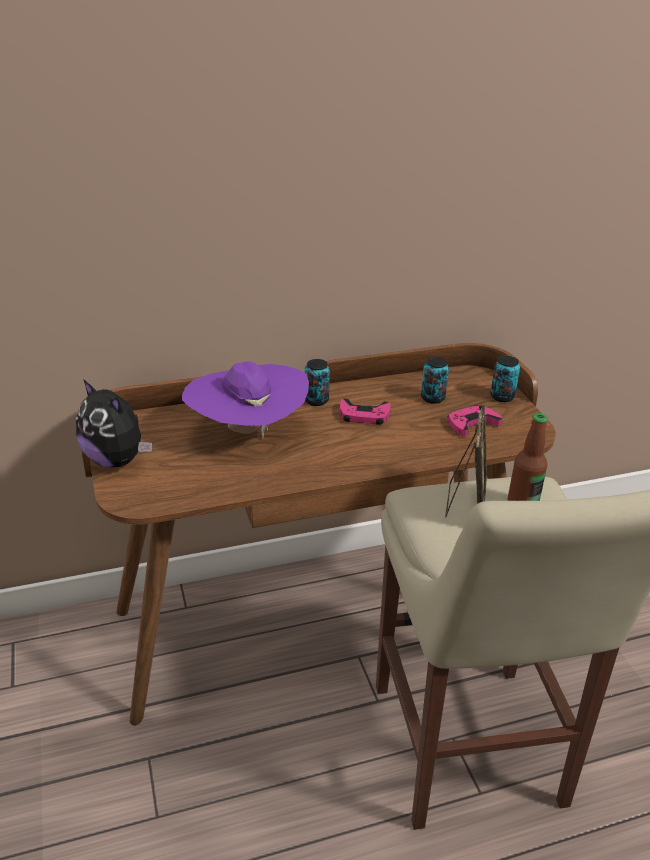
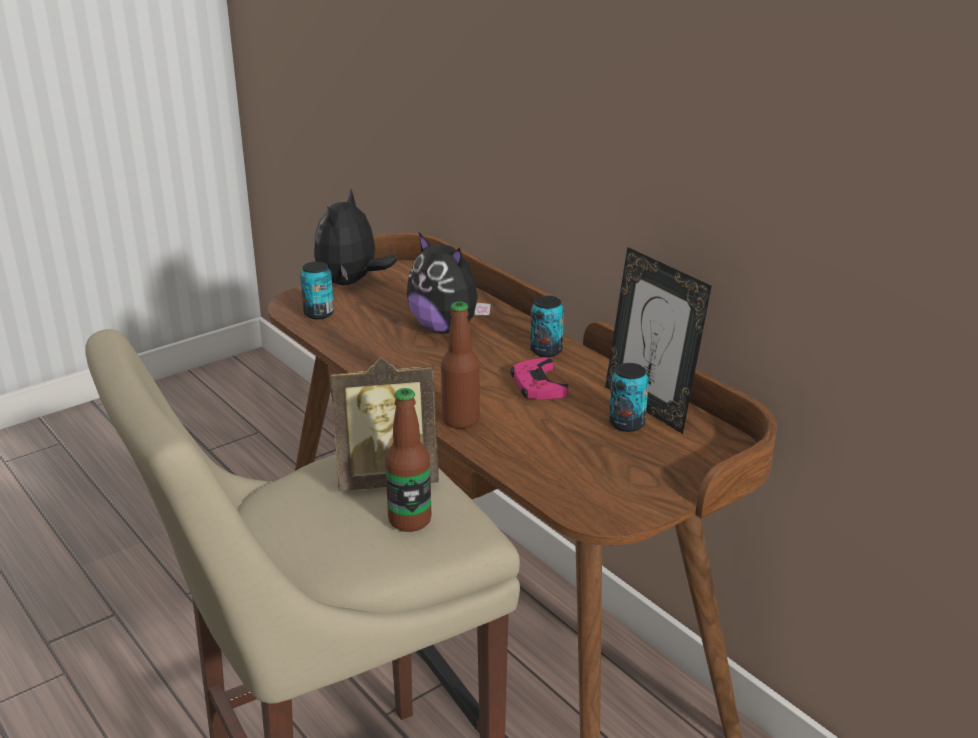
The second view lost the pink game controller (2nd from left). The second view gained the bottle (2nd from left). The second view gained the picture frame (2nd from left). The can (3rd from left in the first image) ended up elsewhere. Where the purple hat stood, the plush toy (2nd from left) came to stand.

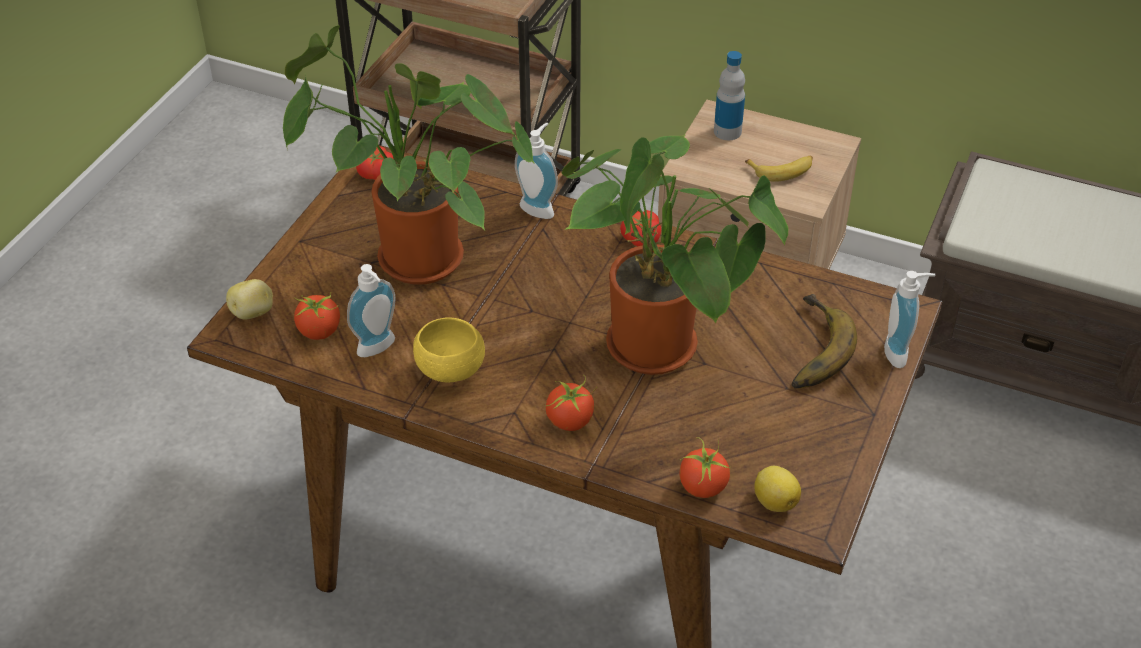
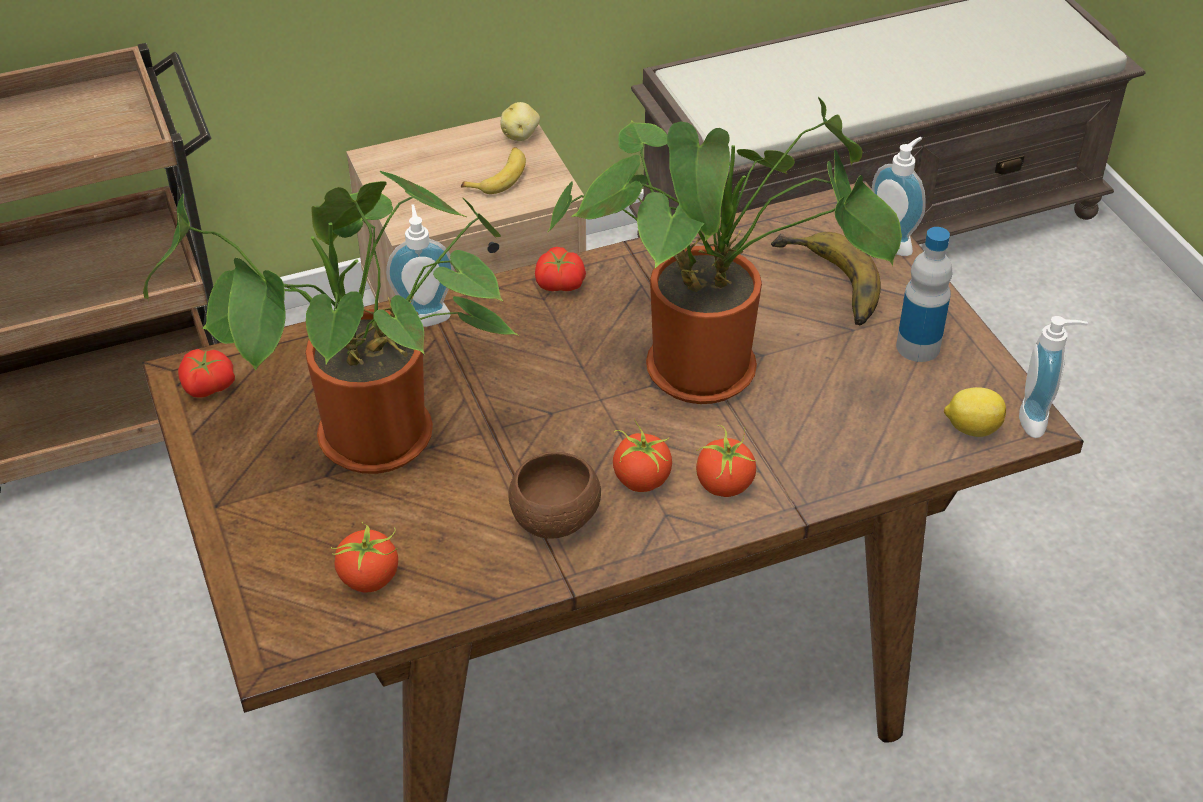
The potato ended up elsewhere. The soap dispenser (1st from left in the first image) ended up elsewhere. The tomato (5th from left in the first image) ended up elsewhere. The bottle ended up elsewhere. What was the yellow bowl turned into the brown bowl.

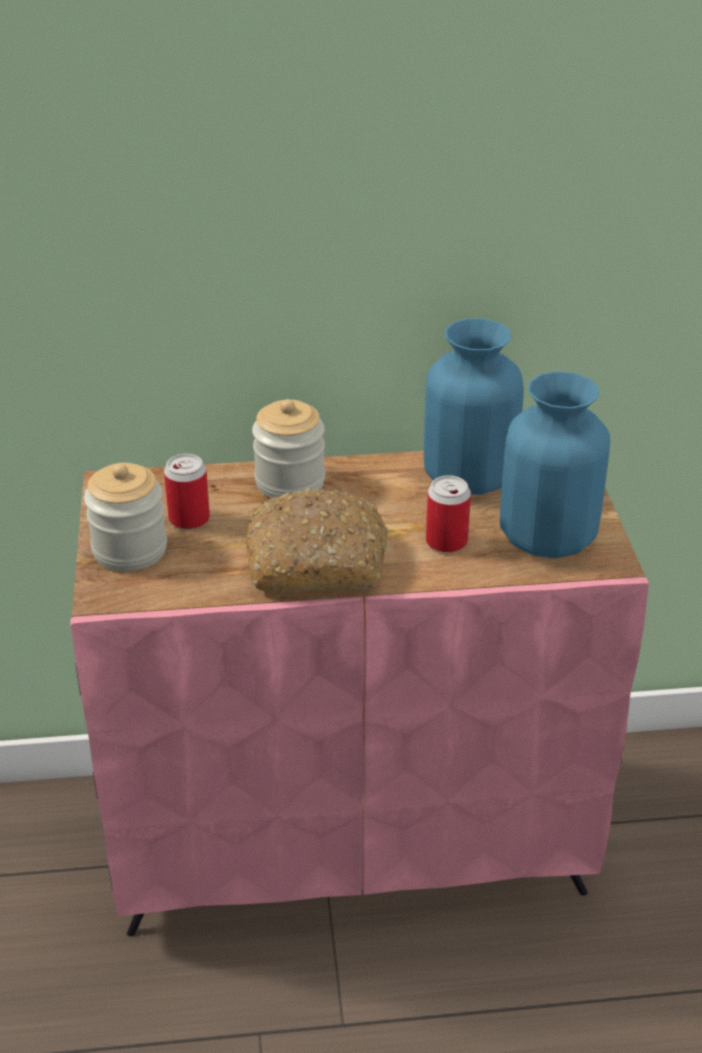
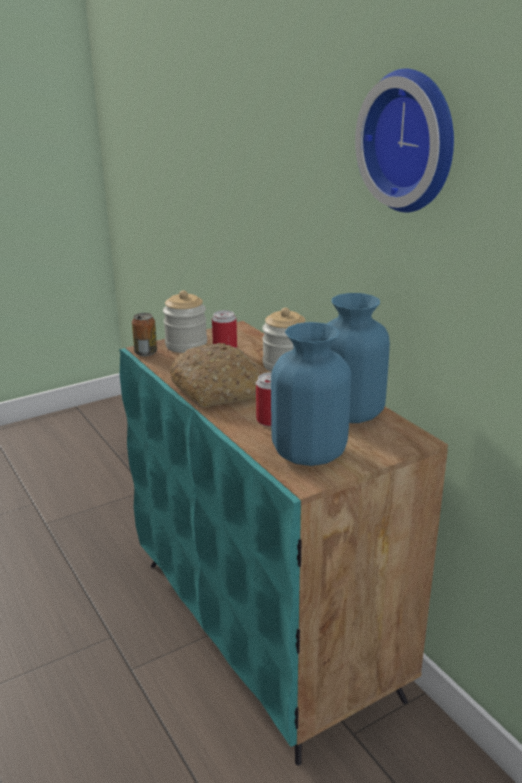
The second view gained the can (1st from left). The second view gained the wall clock. What was the pink cabinet turned into the turquoise cabinet.

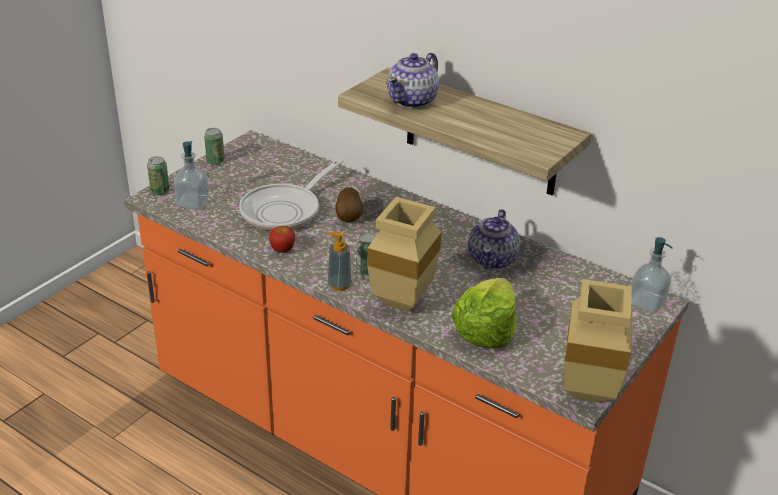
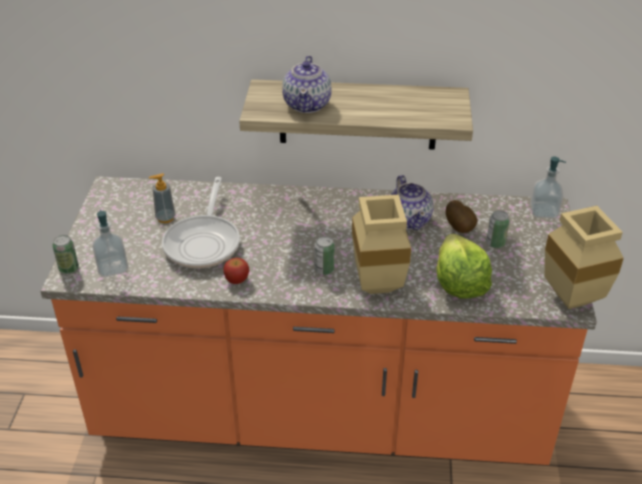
The can (2nd from left in the first image) ended up elsewhere. The soap dispenser (2nd from left) ended up elsewhere. The potato ended up elsewhere.

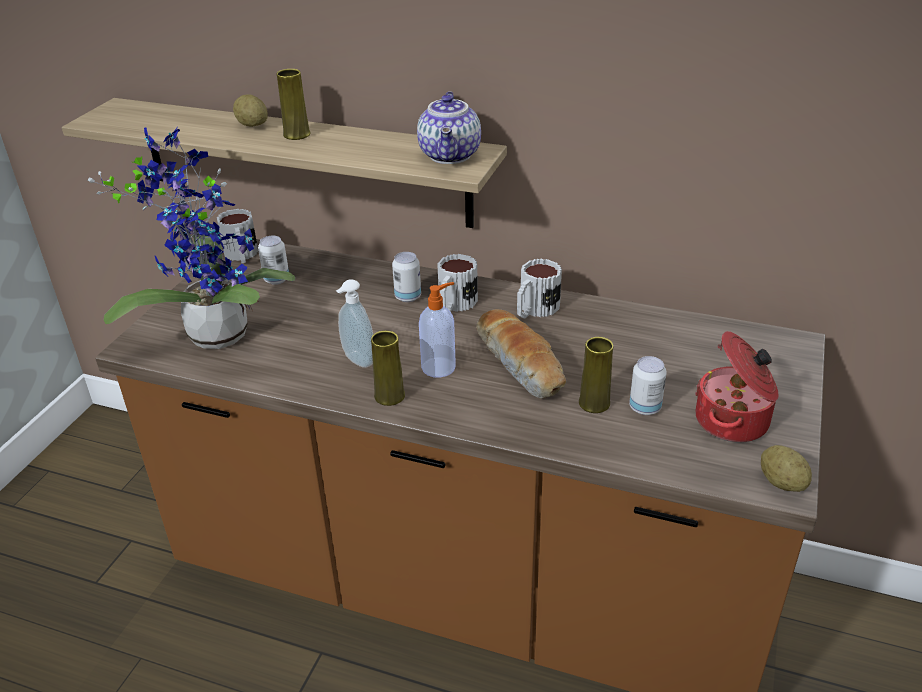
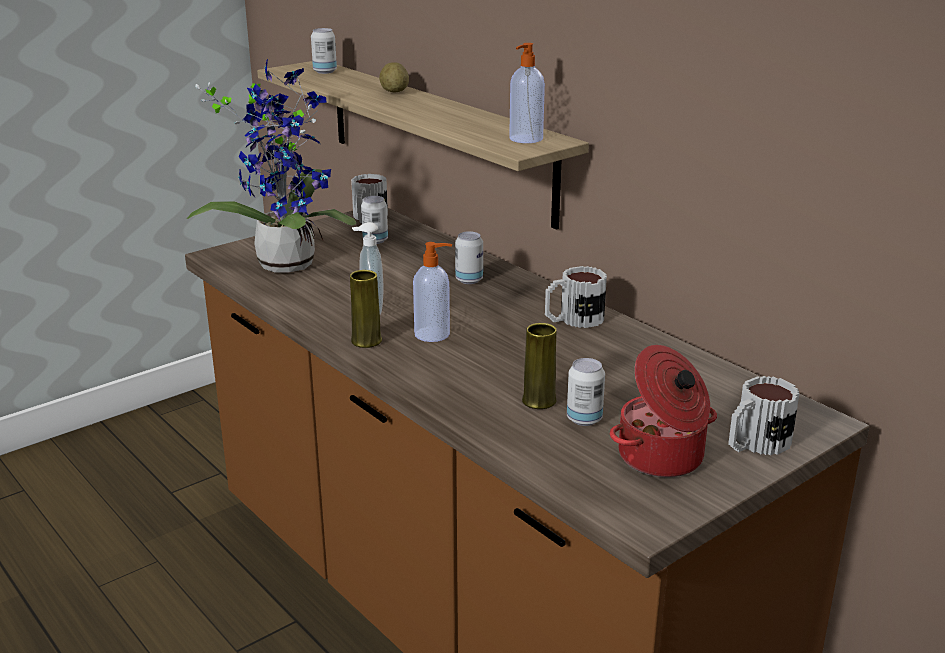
The second view lost the yellow vase (1st from left). The second view lost the bread. The second view lost the potato (2nd from left). The second view gained the can (1st from left). The mug (2nd from left in the first image) ended up elsewhere. Where the teapot stood, the soap dispenser (3rd from left) came to stand.

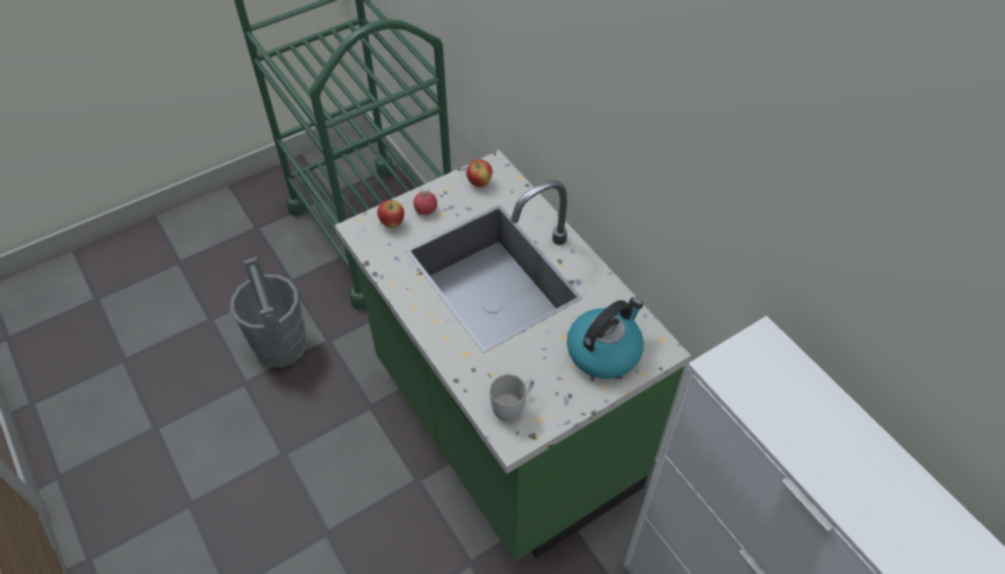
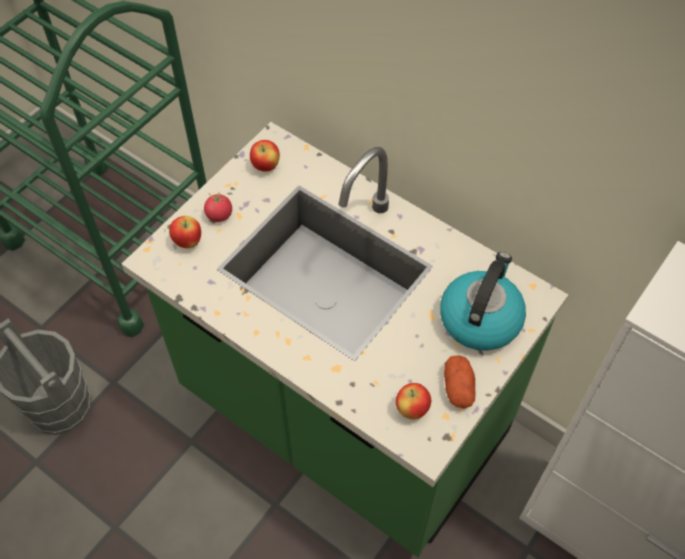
The second view gained the potato. Where the white mug stood, the apple (3rd from left) came to stand.

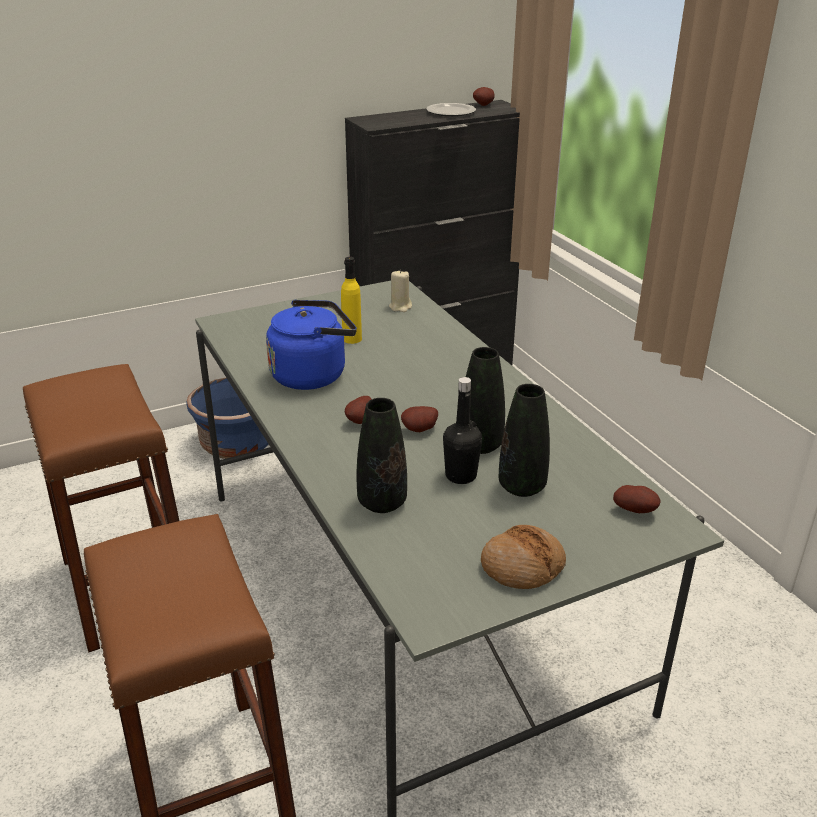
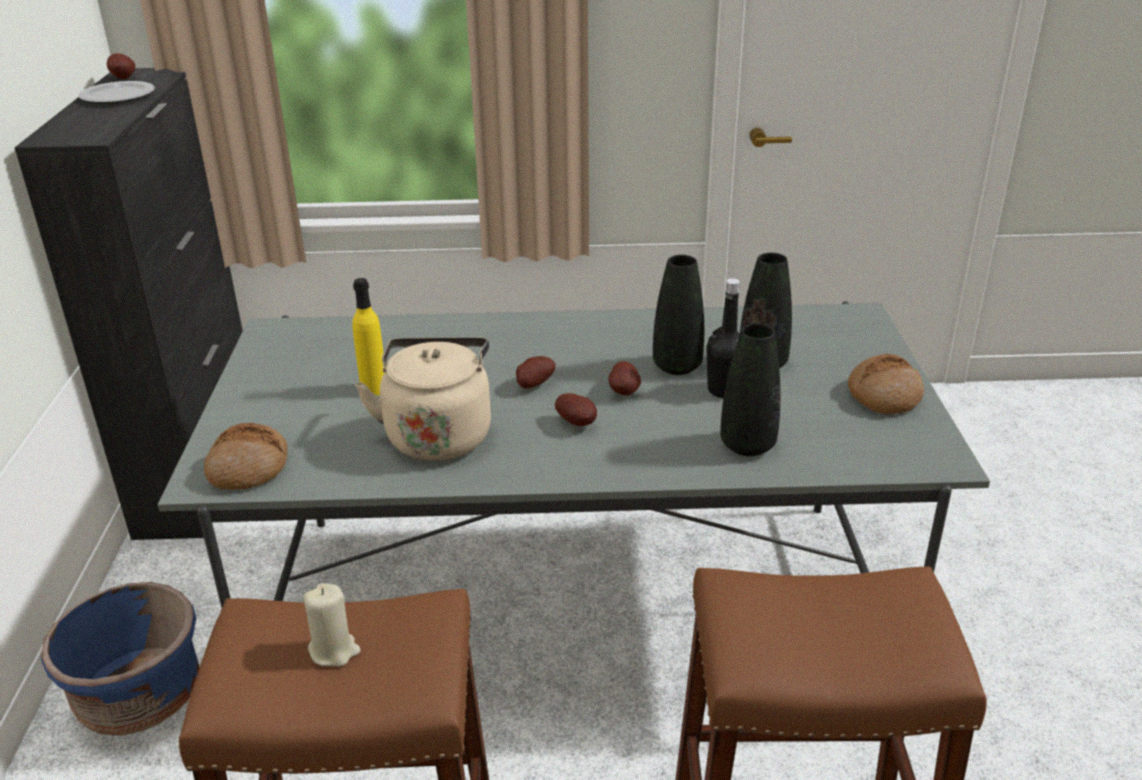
The second view gained the bread (1st from left). The beige candle ended up elsewhere. The potato (4th from left in the first image) ended up elsewhere. What was the blue kettle turned into the beige kettle.

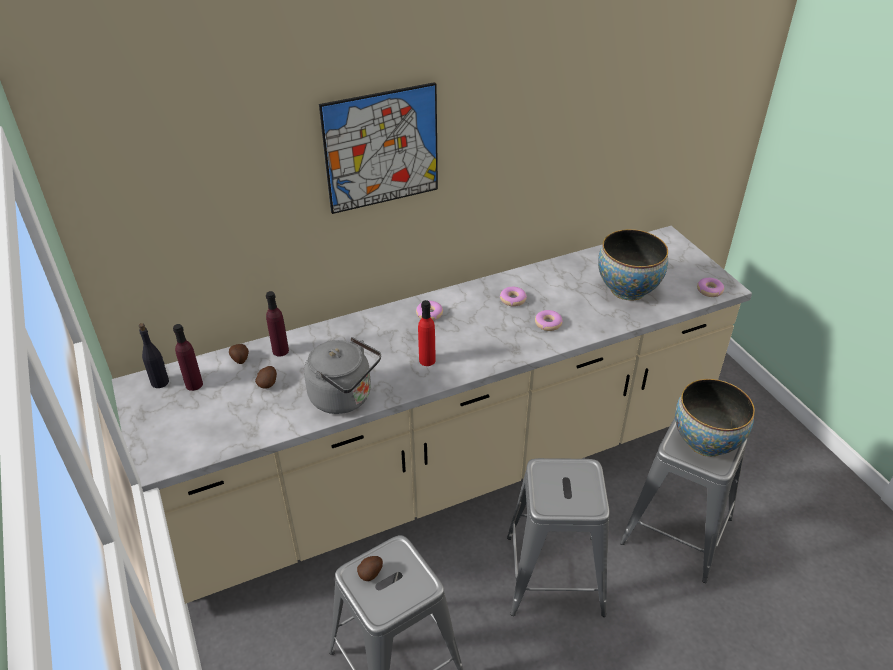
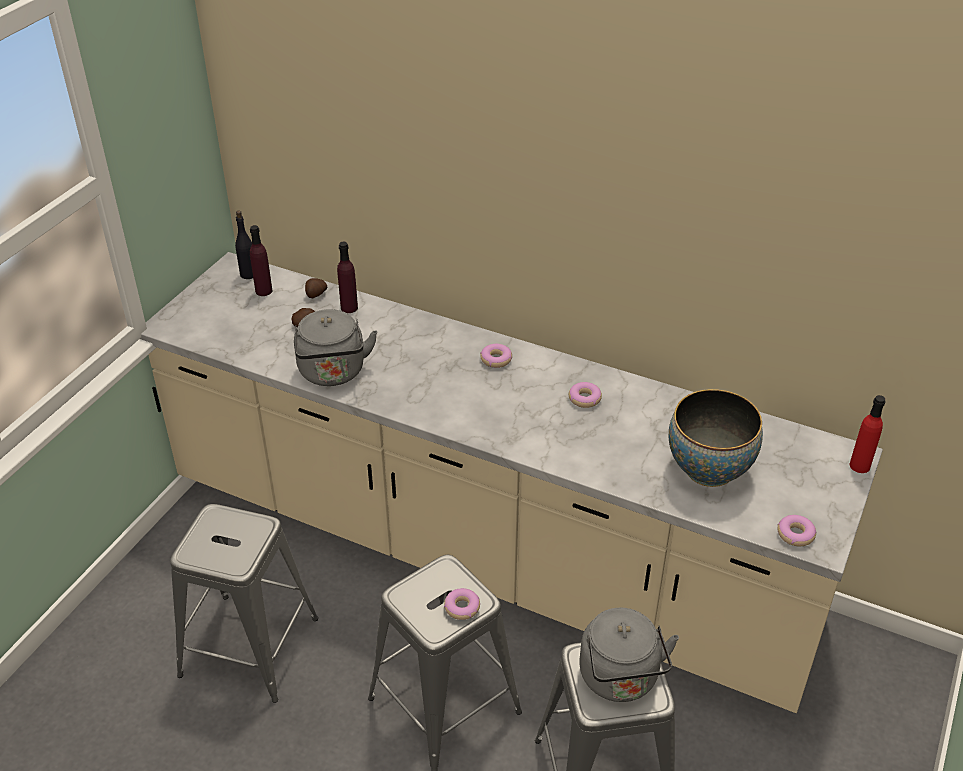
The second view lost the picture. The second view lost the potato (3rd from left). The red bottle ended up elsewhere. The donut (3rd from left in the first image) ended up elsewhere. Where the bowl (2nd from left) stood, the grey kettle (2nd from left) came to stand.

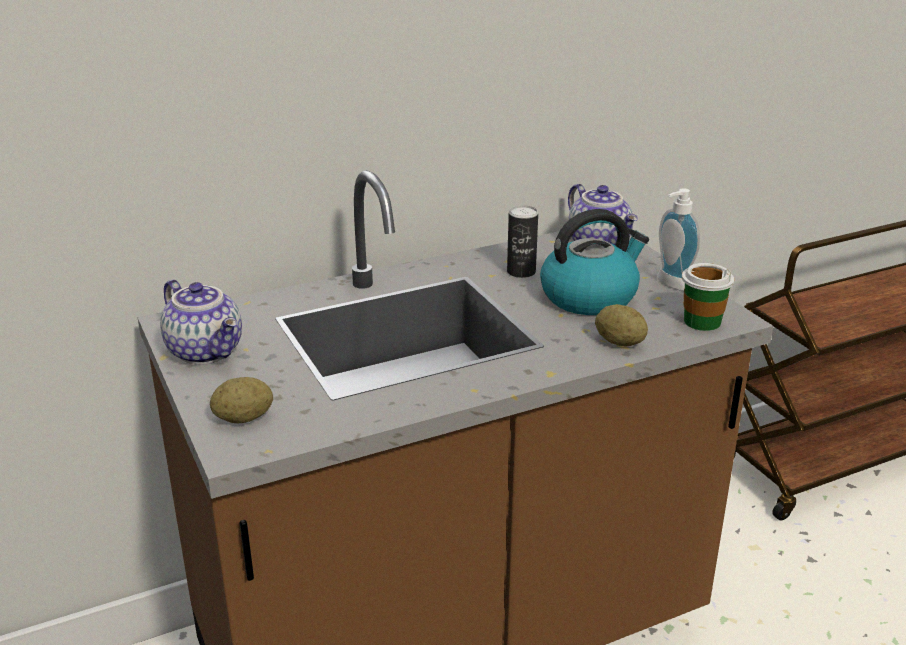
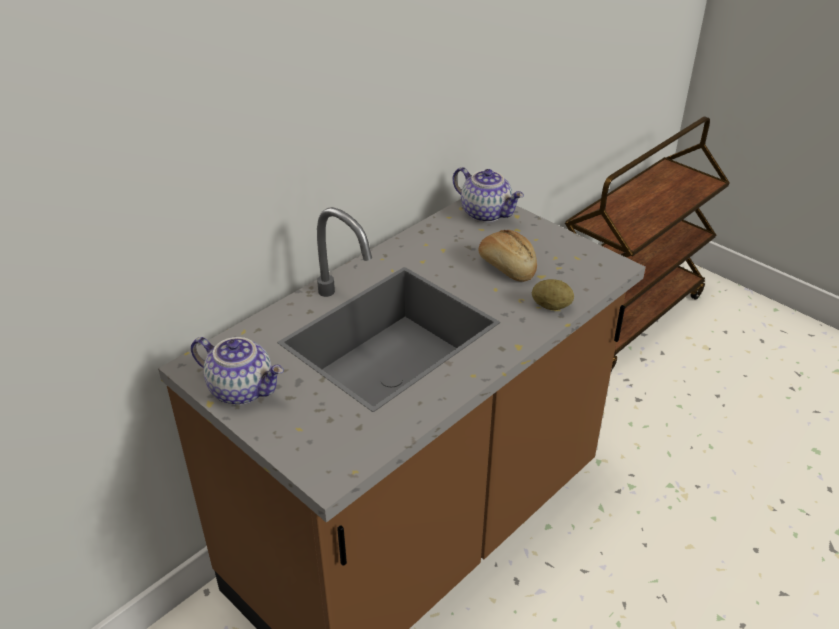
The second view lost the potato (1st from left). The second view lost the can. The second view lost the soap dispenser. The second view lost the cup. Where the kettle stood, the bread came to stand.

